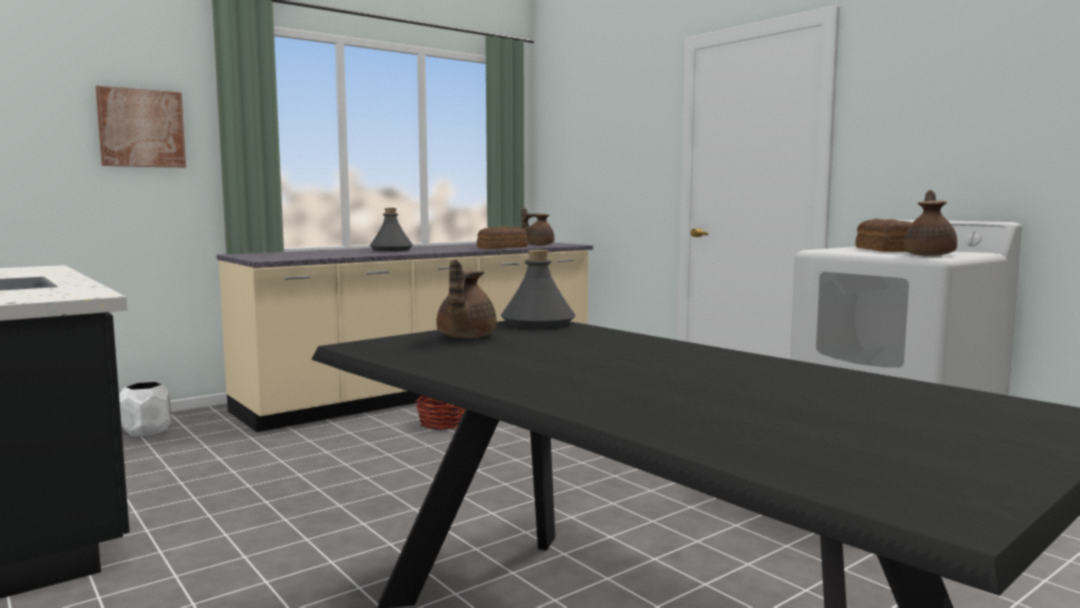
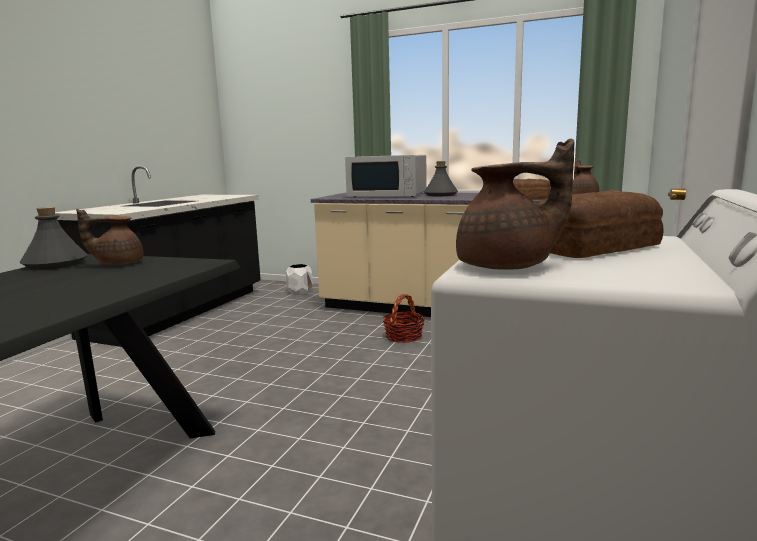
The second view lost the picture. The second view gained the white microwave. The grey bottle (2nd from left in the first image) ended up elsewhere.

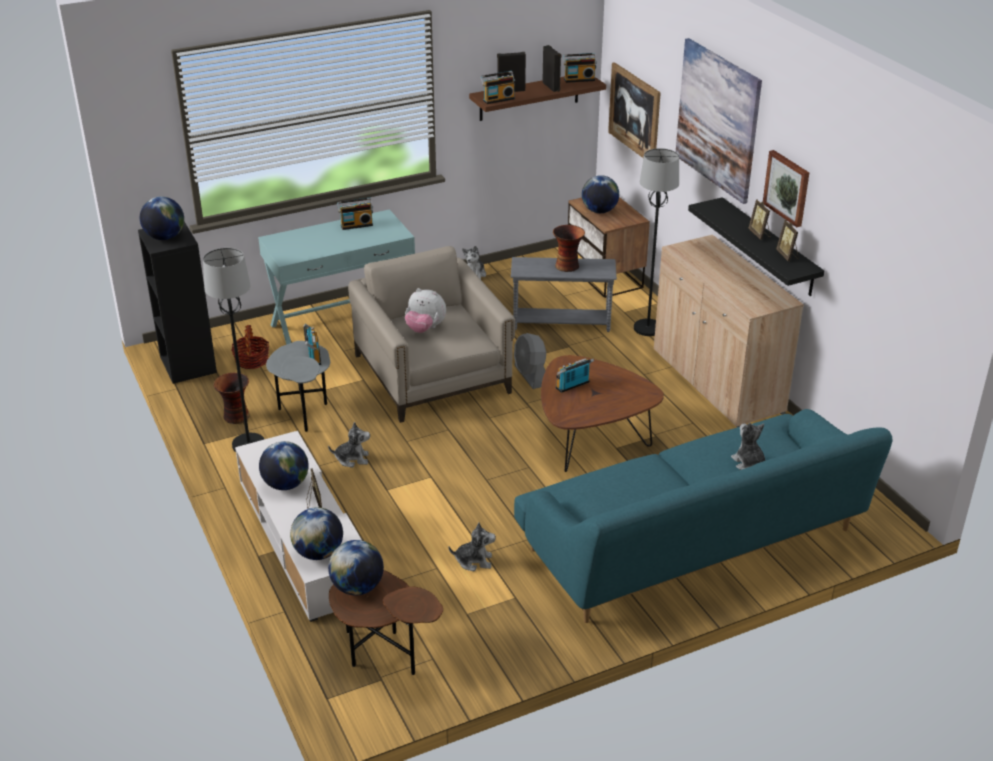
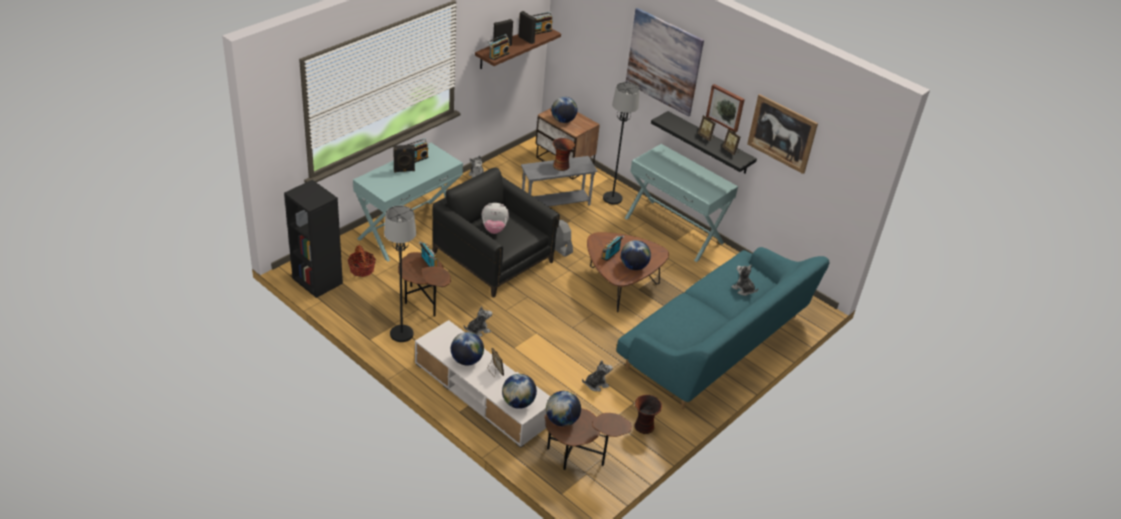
The second view gained the black speaker (1st from left). The globe (1st from left in the first image) ended up elsewhere. The vase (1st from left in the first image) ended up elsewhere. The picture (1st from left in the first image) ended up elsewhere. Where the beige cabinet stood, the turquoise console table (2nd from left) came to stand. What was the grey side table (1st from left) turned into the brown side table (1st from left). What was the beige armchair turned into the black armchair.

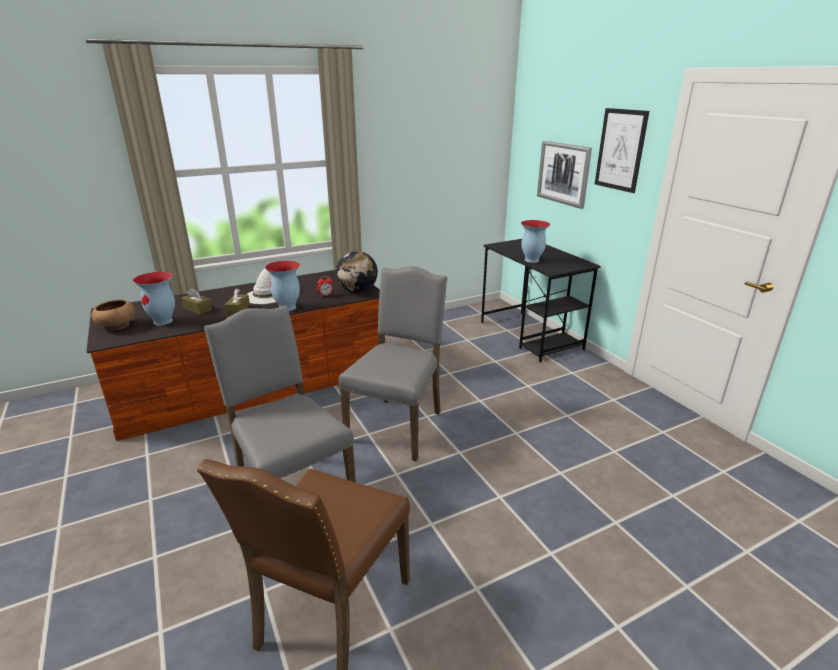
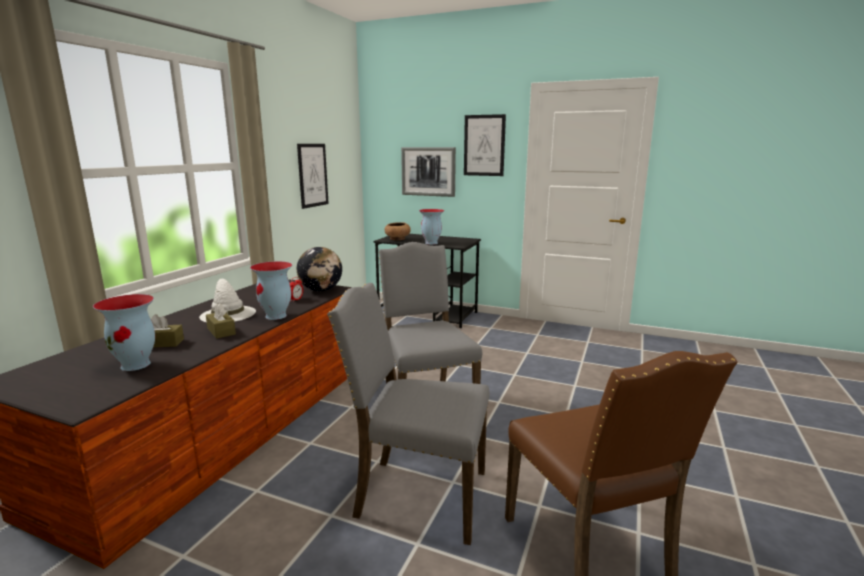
The second view gained the picture (1st from left). The brown bowl ended up elsewhere.

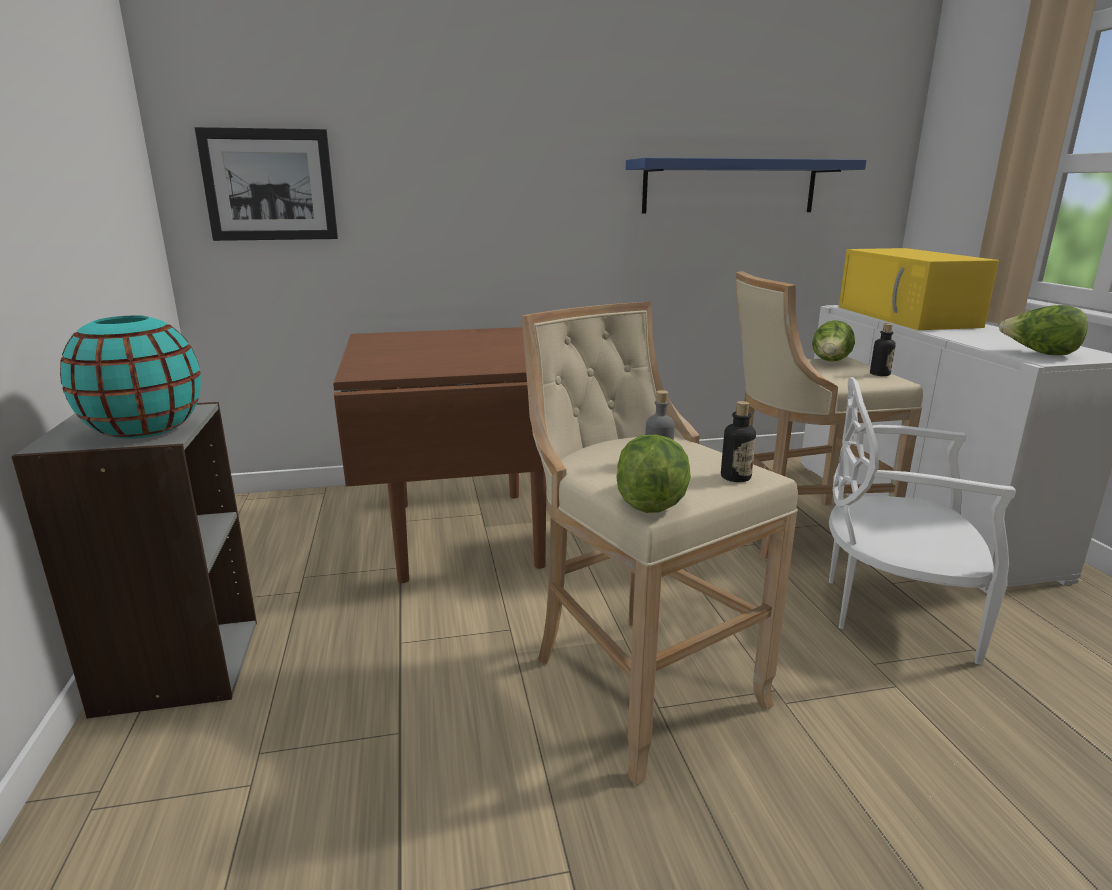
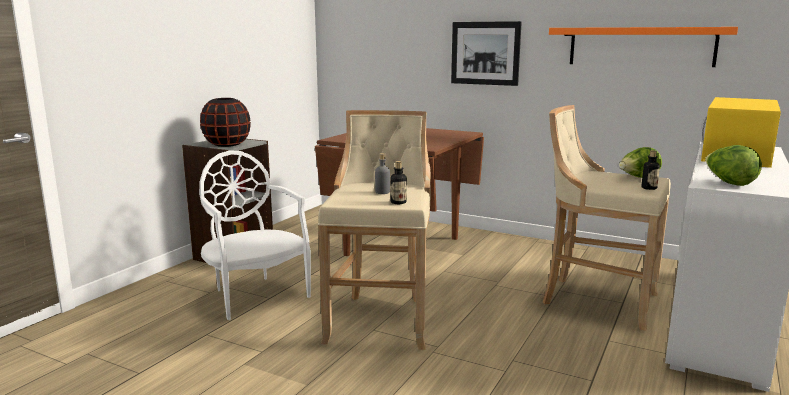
The second view lost the lettuce (1st from left). The picture ended up elsewhere. The white chair ended up elsewhere. What was the turquoise vase turned into the black vase. What was the blue shelf turned into the orange shelf.

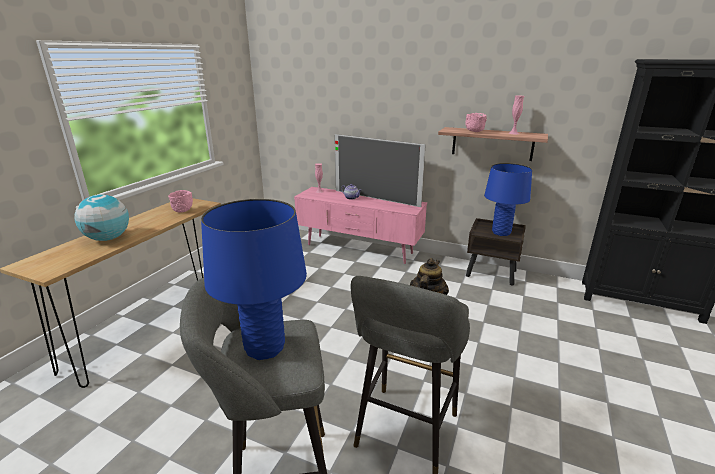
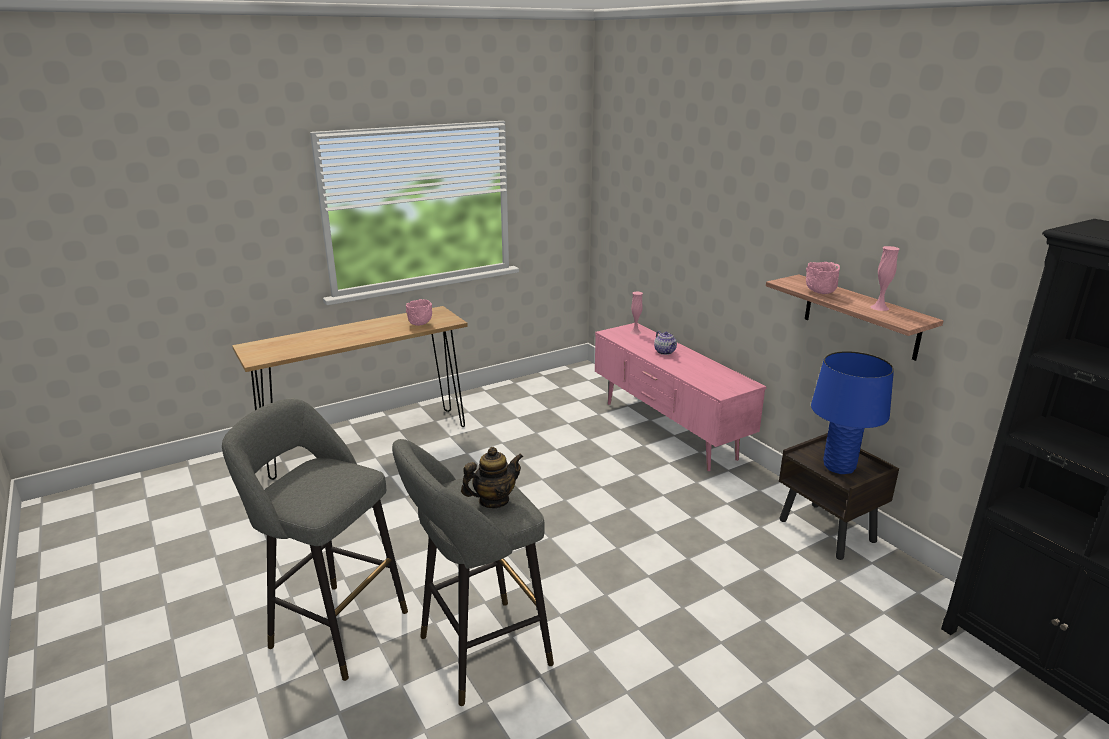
The second view lost the globe. The second view lost the blue table lamp (1st from left). The second view lost the television.

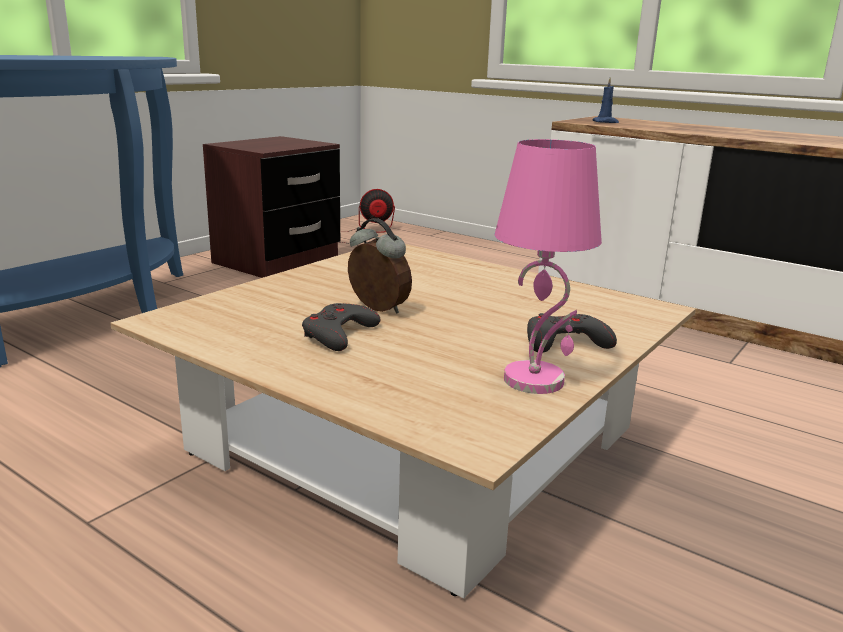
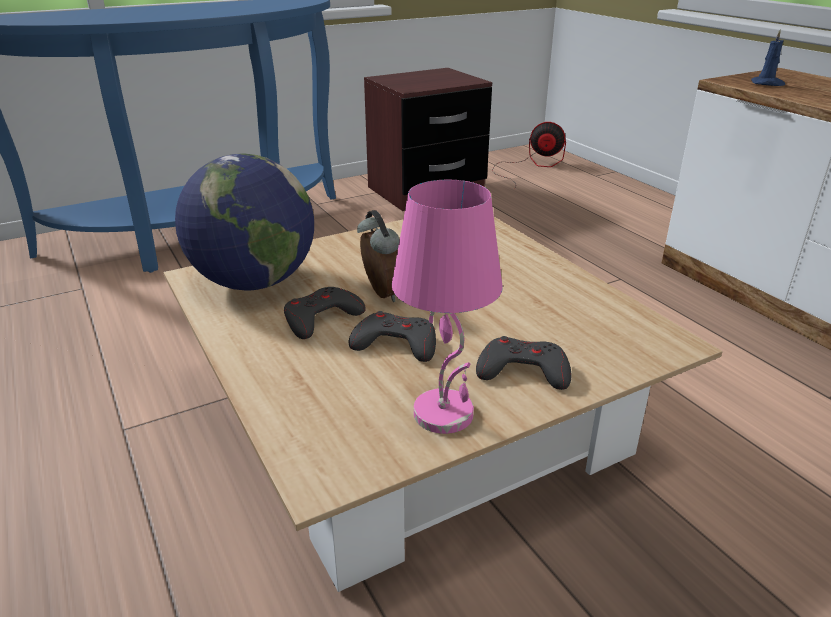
The second view gained the globe. The second view gained the grey game controller (2nd from left).

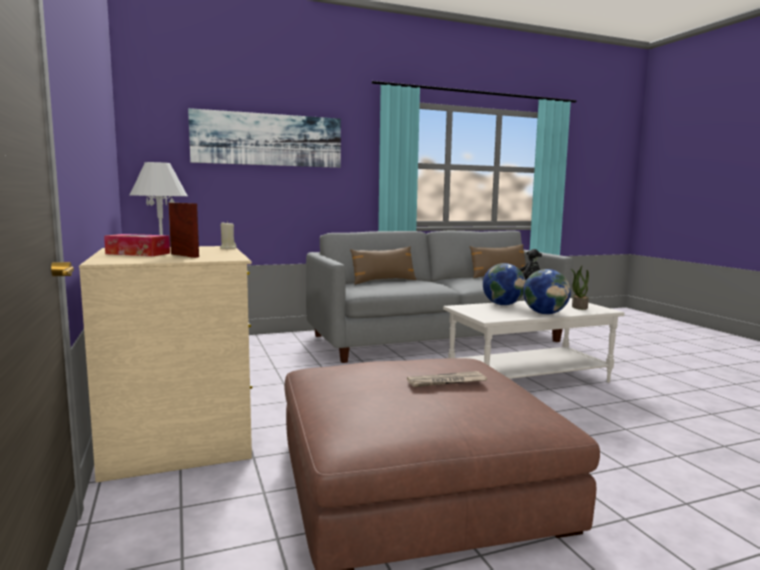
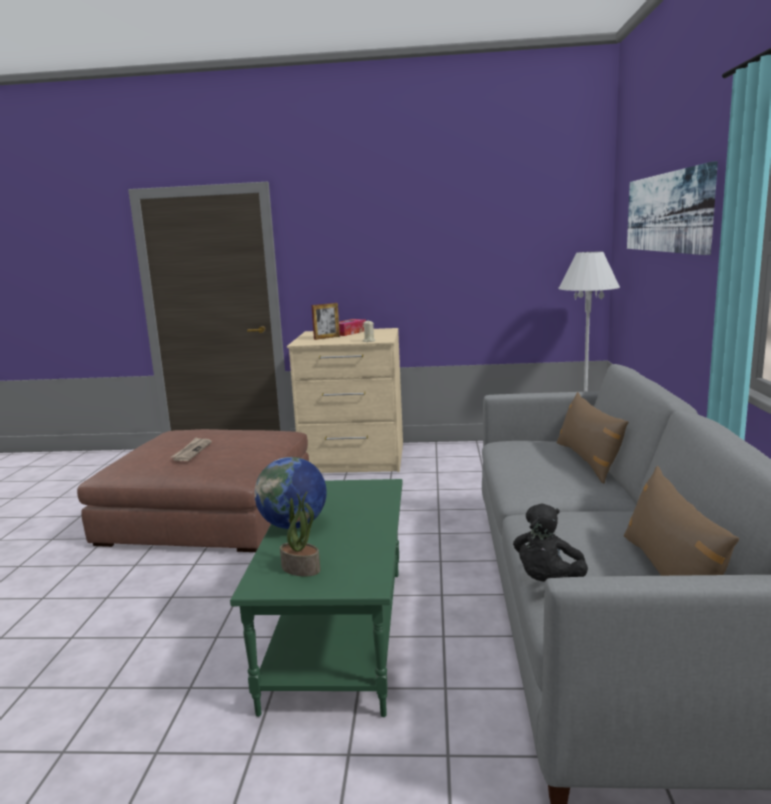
The second view lost the globe (1st from left). What was the white coffee table turned into the green coffee table.

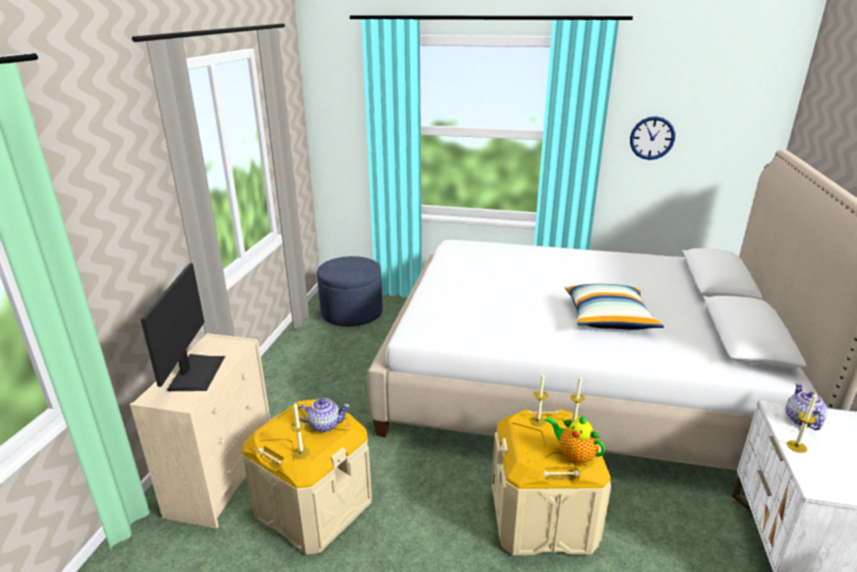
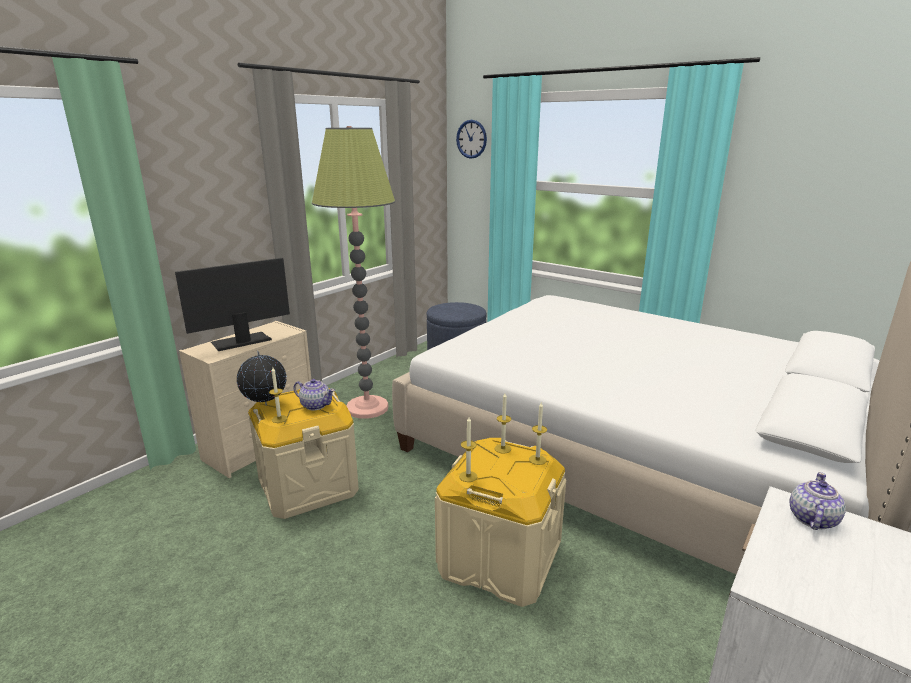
The second view lost the teapot (2nd from left). The second view lost the pillow. The second view gained the globe. The second view gained the floor lamp. The wall clock ended up elsewhere. The candle (4th from left in the first image) ended up elsewhere. The monitor ended up facing another way, 150 degrees counterclockwise from before.

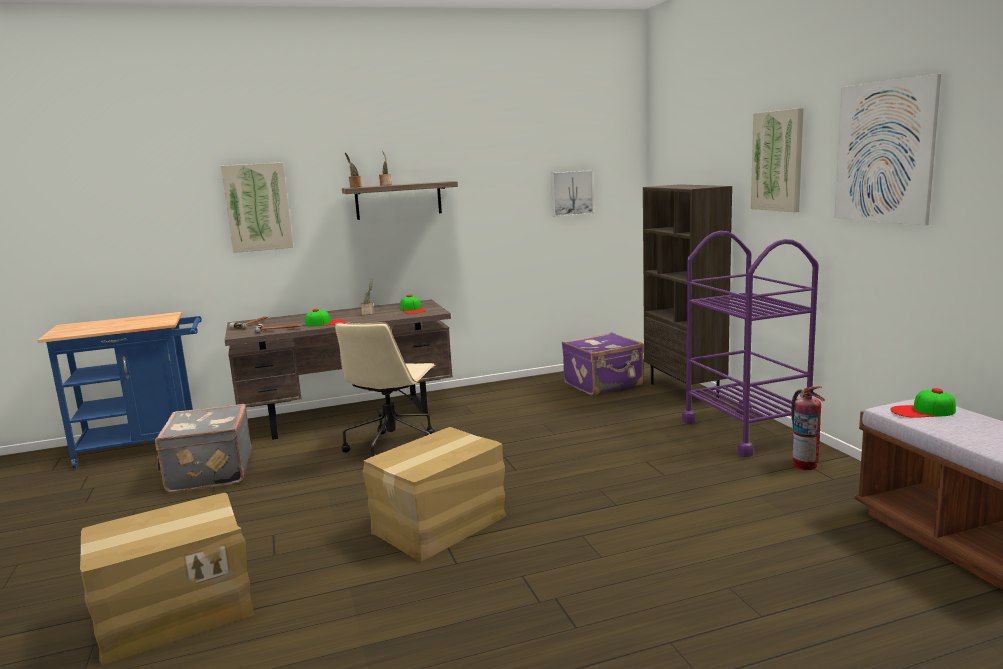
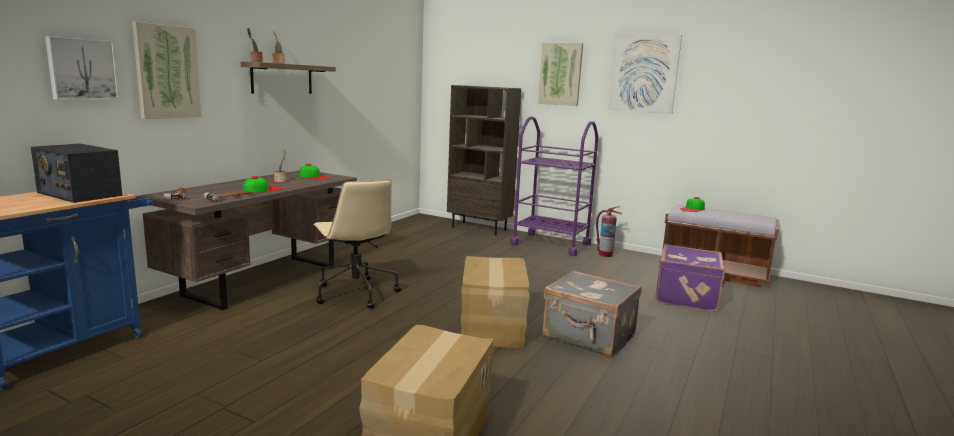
The second view gained the radio. The grey suitcase ended up elsewhere. The picture (2nd from left in the first image) ended up elsewhere. The purple suitcase ended up elsewhere.

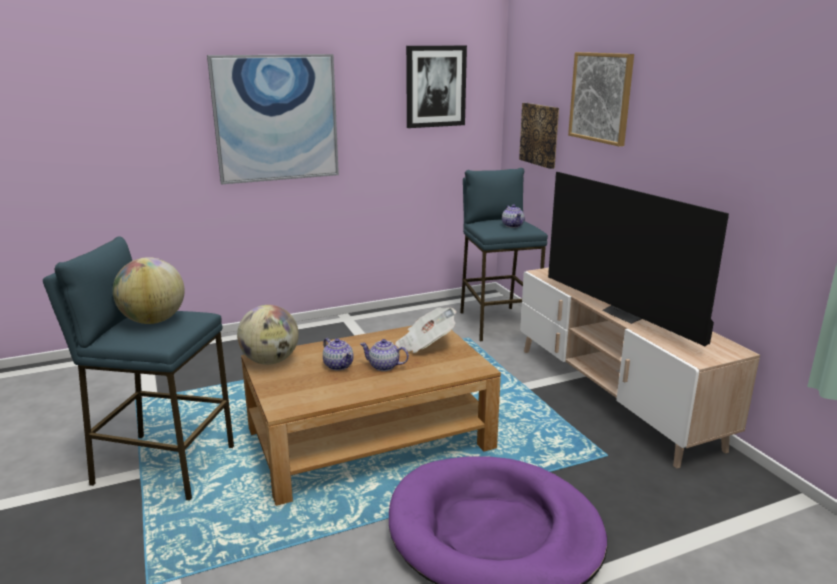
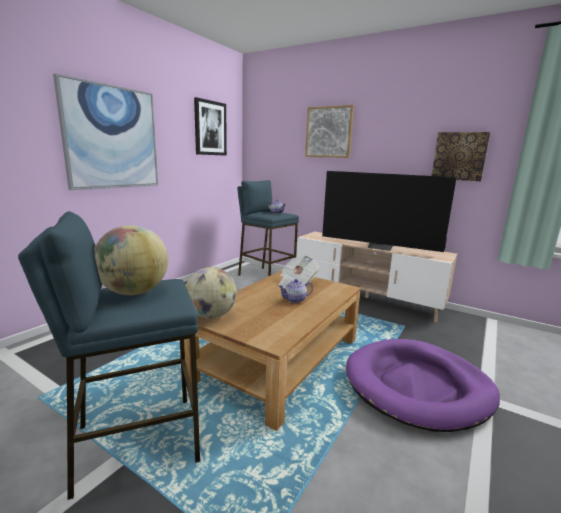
The second view lost the teapot (1st from left). The picture (3rd from left in the first image) ended up elsewhere.

